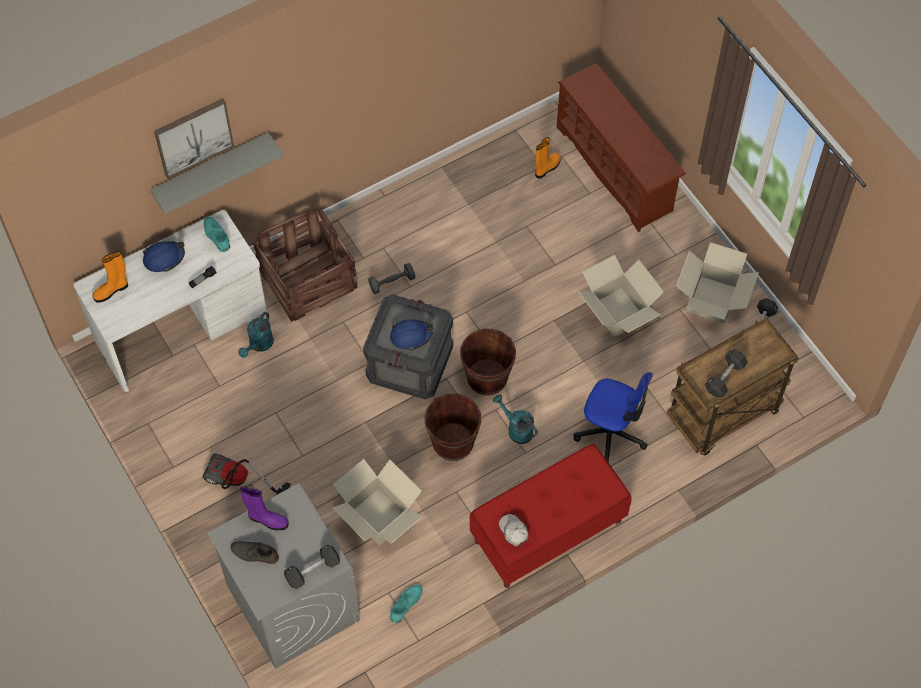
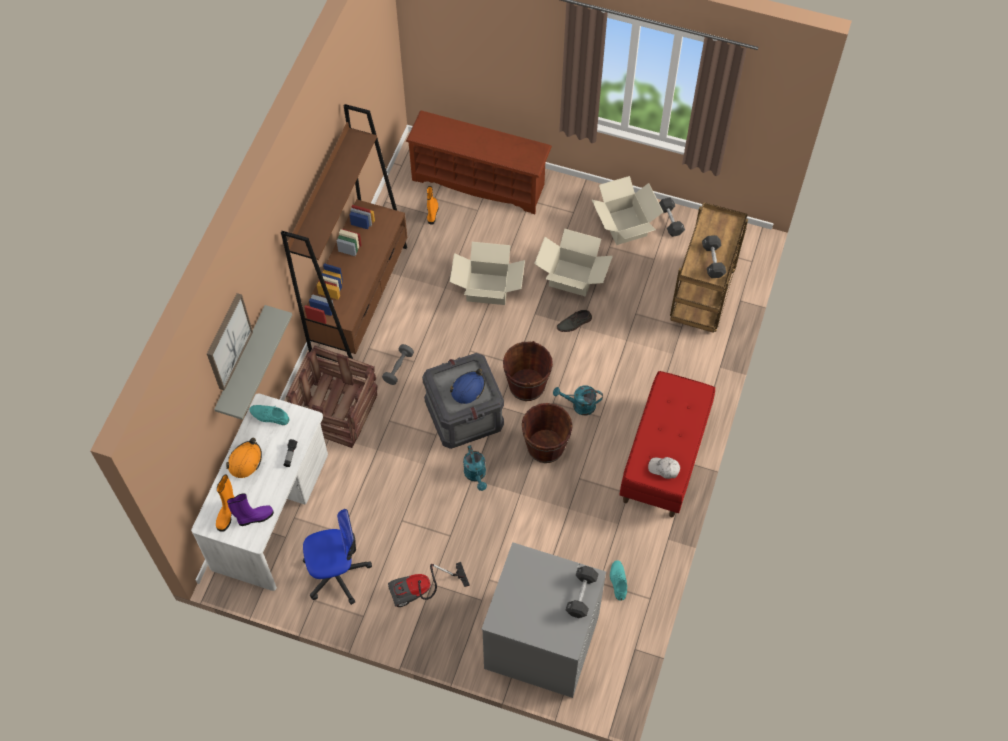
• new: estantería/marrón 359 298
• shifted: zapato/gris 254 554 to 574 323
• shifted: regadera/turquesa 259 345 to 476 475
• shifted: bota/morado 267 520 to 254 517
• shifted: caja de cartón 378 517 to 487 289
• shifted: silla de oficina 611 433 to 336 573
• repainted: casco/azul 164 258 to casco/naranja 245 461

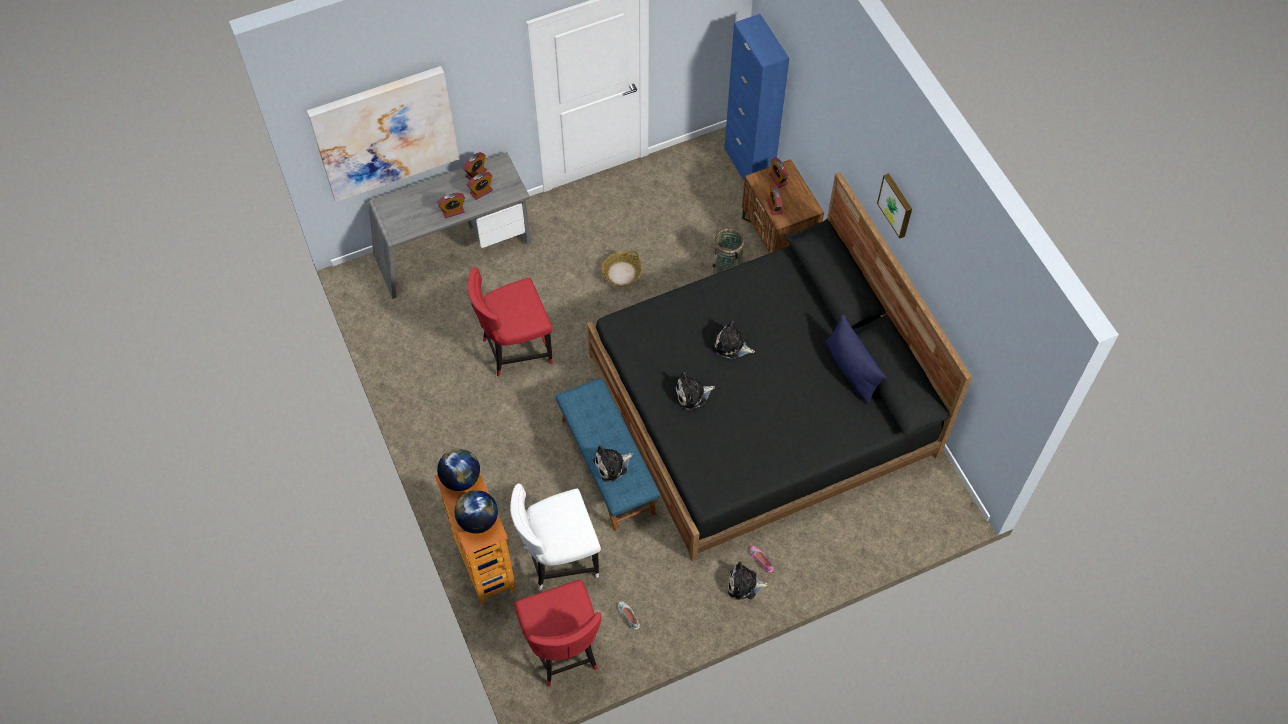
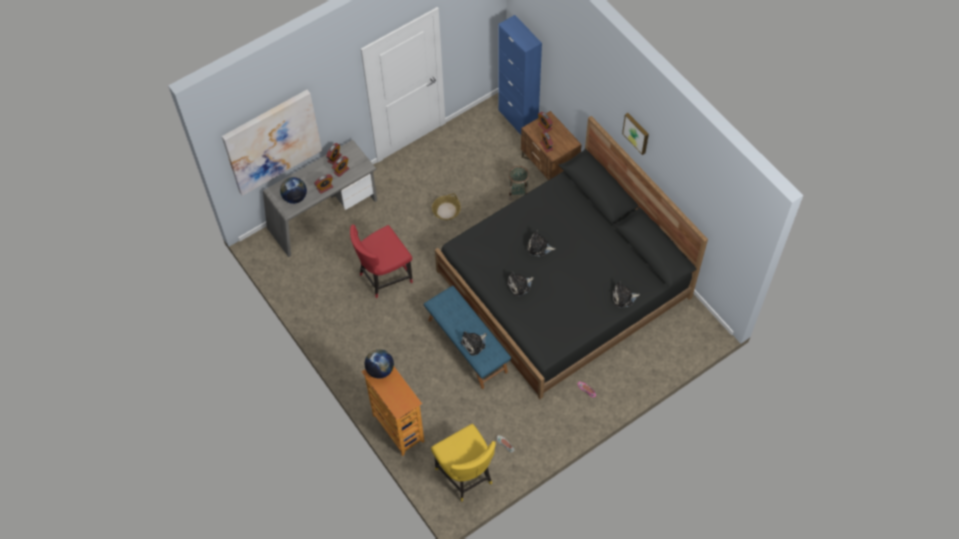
• gone: silla/blanco 558 558
• gone: cojín/azul 851 370
• shifted: globo terráqueo 478 520 to 295 197
• shifted: peluche 744 585 to 624 298
• repainted: silla/rojo 563 650 to silla/amarillo 466 476

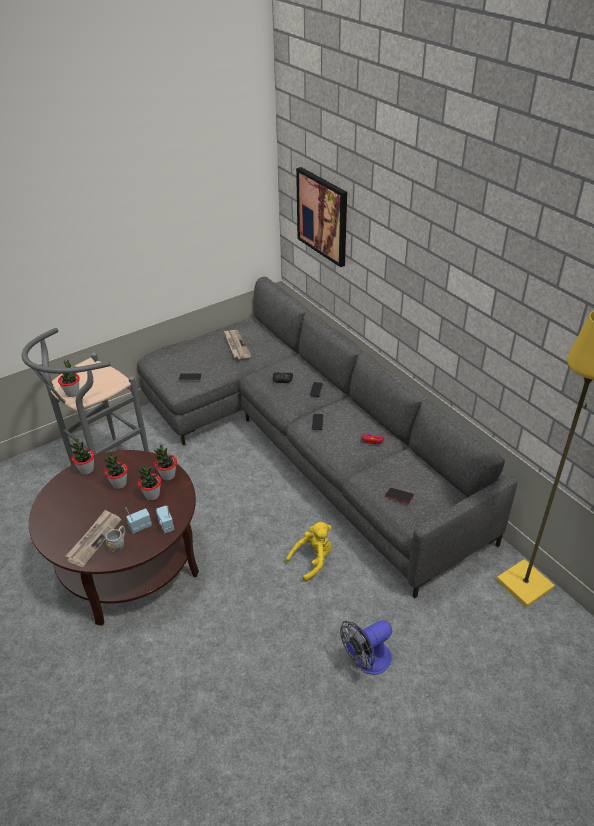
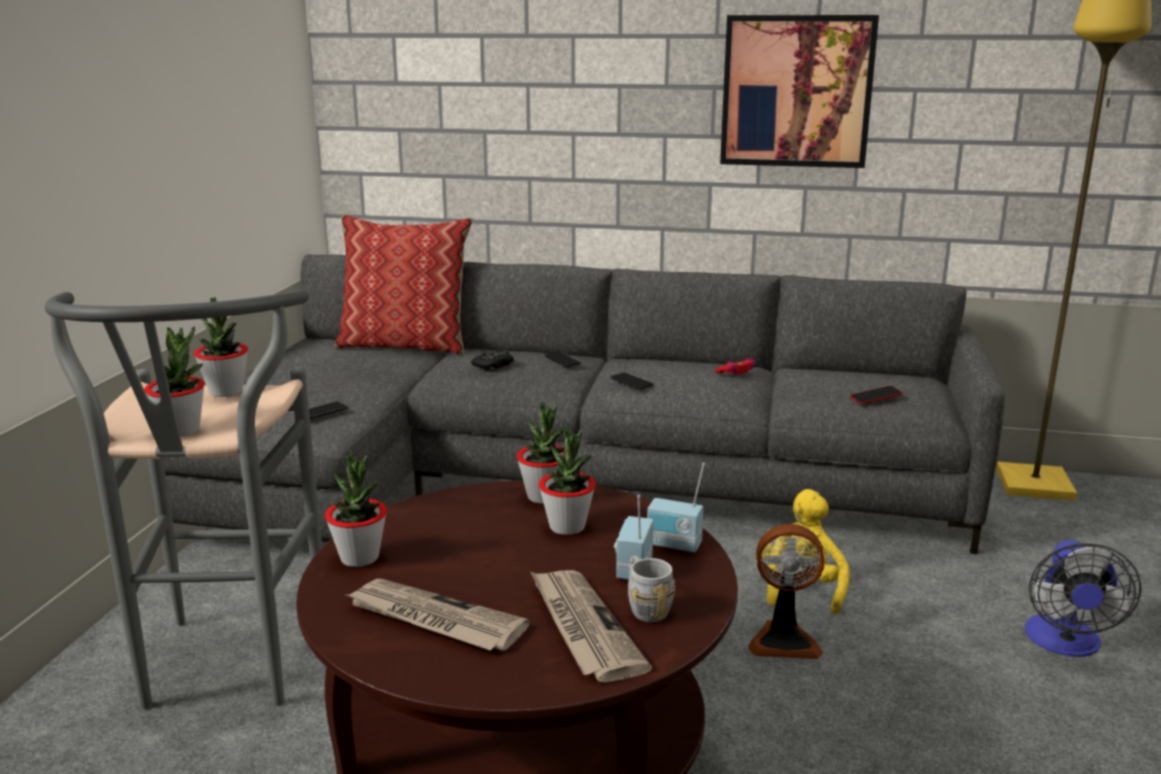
• new: cojín 406 345
• new: ventilador 783 640
• shifted: planta en maceta 119 484 to 226 392
• shifted: periódico 236 345 to 434 620
• shifted: cuadro 323 216 to 796 91

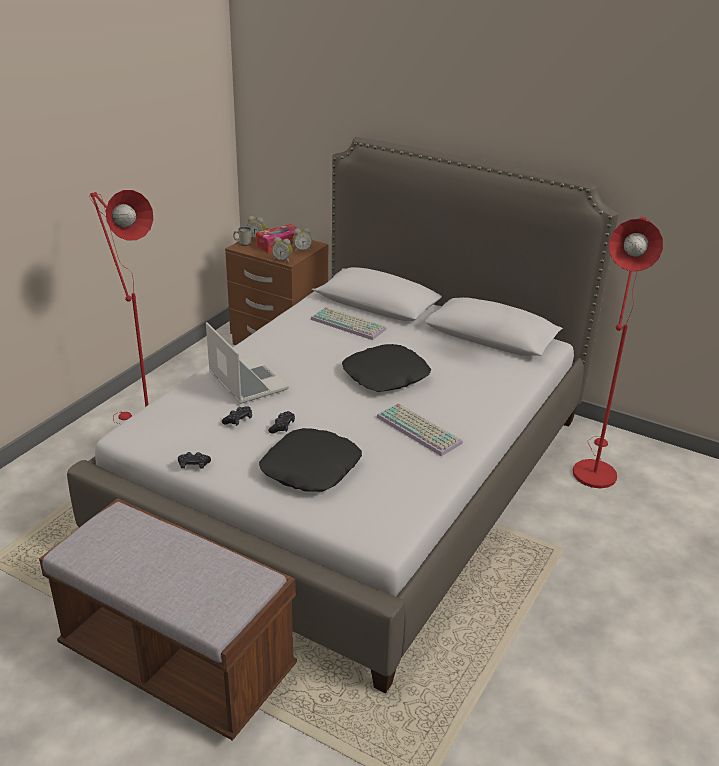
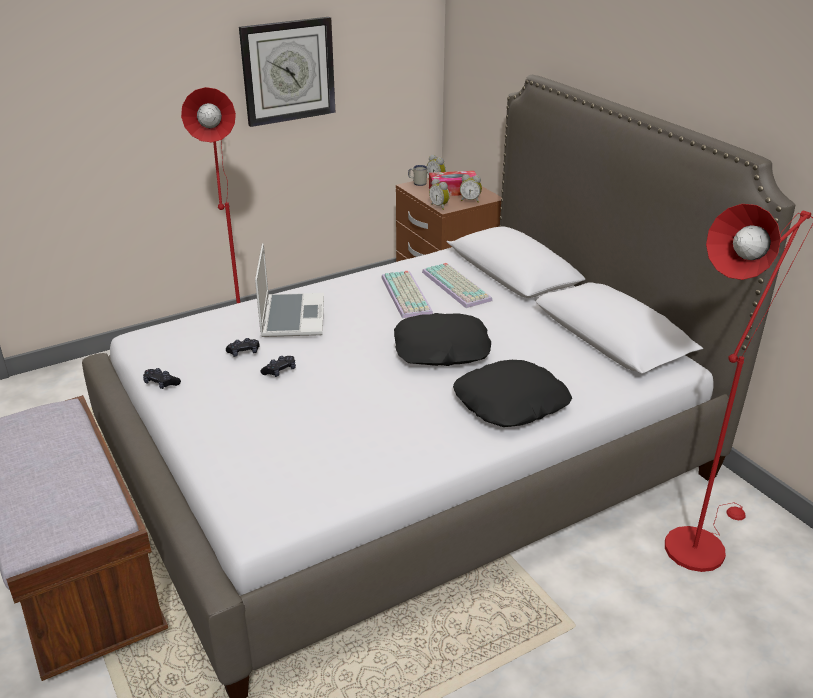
• new: reloj de pared 288 71
• shifted: cojín/negro 310 468 to 510 402
• shifted: teclado 420 430 to 408 295

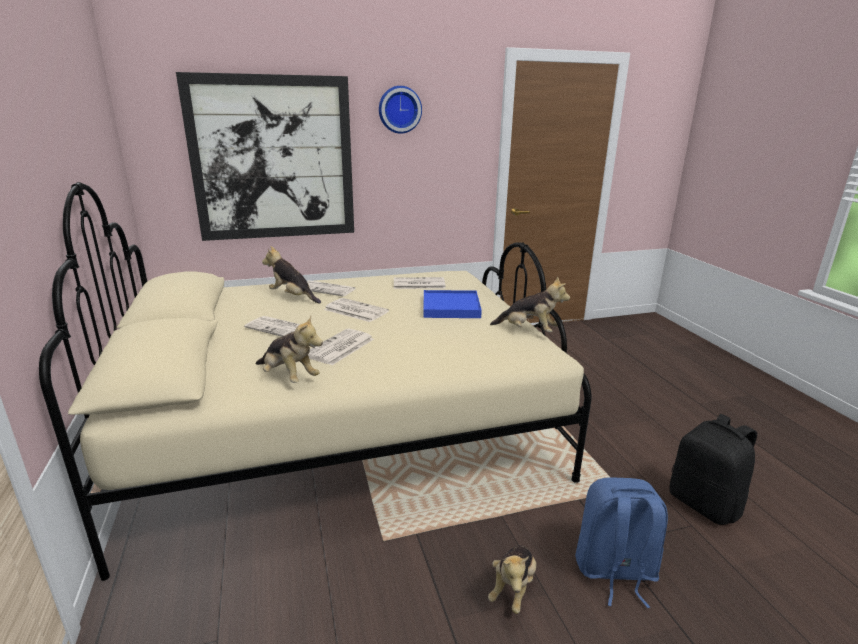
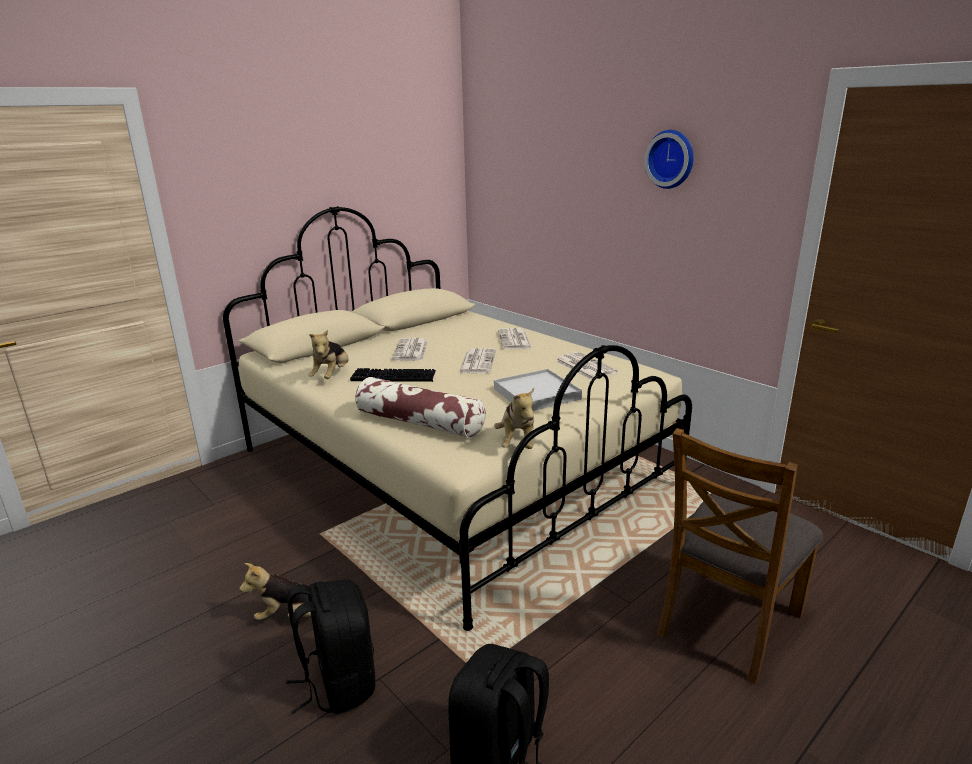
• gone: cuadro 273 159
• gone: peluche 293 297
• new: cojín 419 422
• new: silla/marrón 728 622
• swapped: periódico 339 348 to teclado 394 376
• repainted: bandeja/azul 451 307 to bandeja/blanco 536 394
• repainted: mochila/azul 614 571 to mochila/negro 338 683

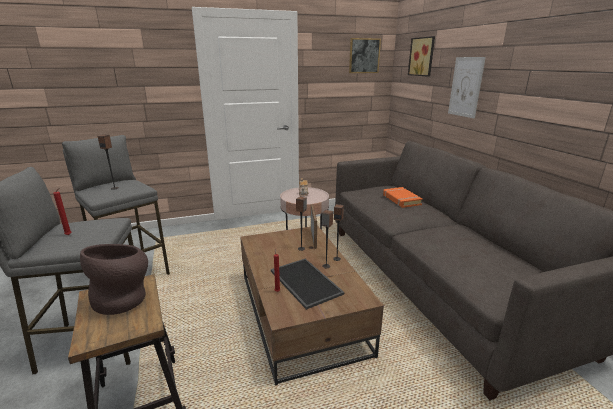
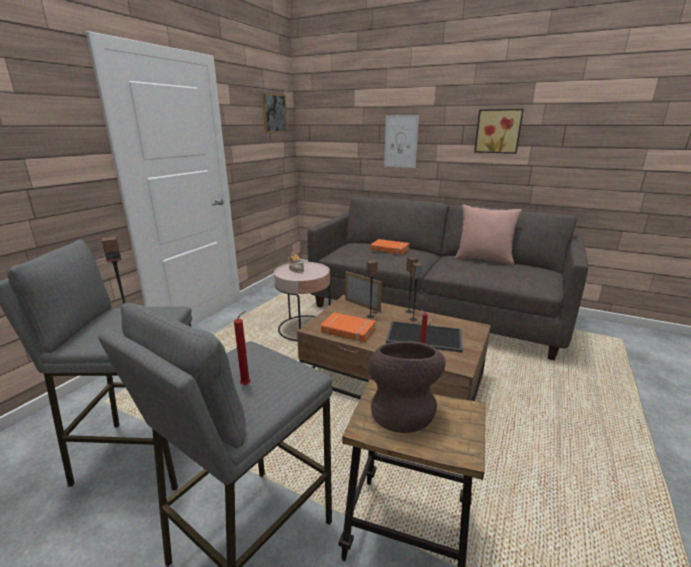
• new: libro/naranja 348 331
• new: cojín/rosa 483 260
• shifted: cuadro 422 56 to 498 131

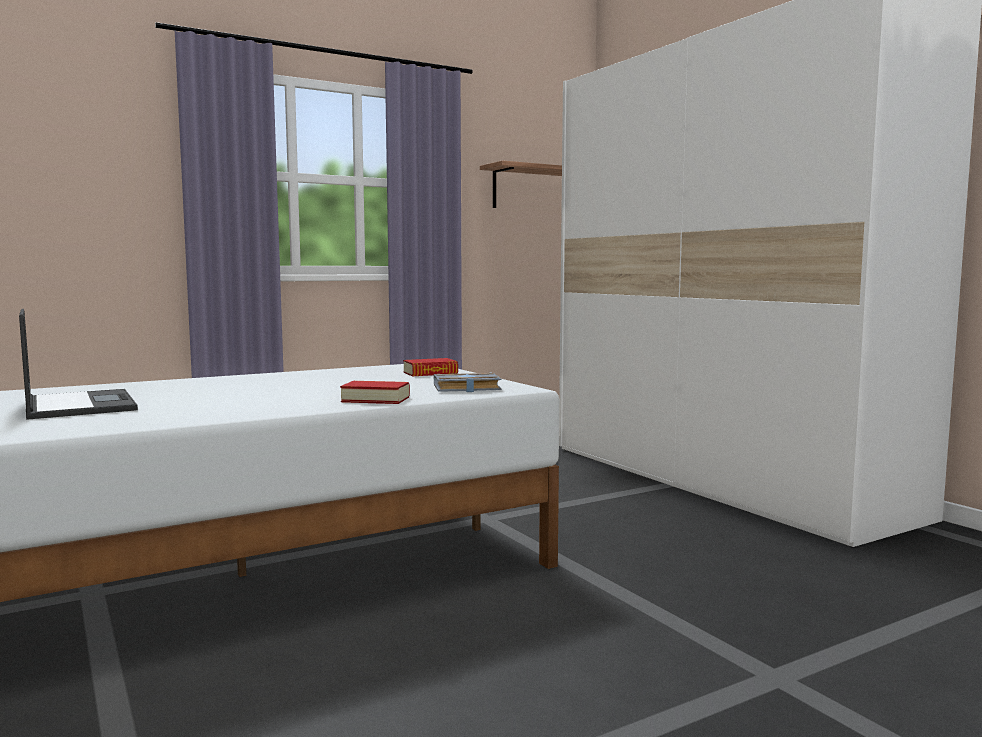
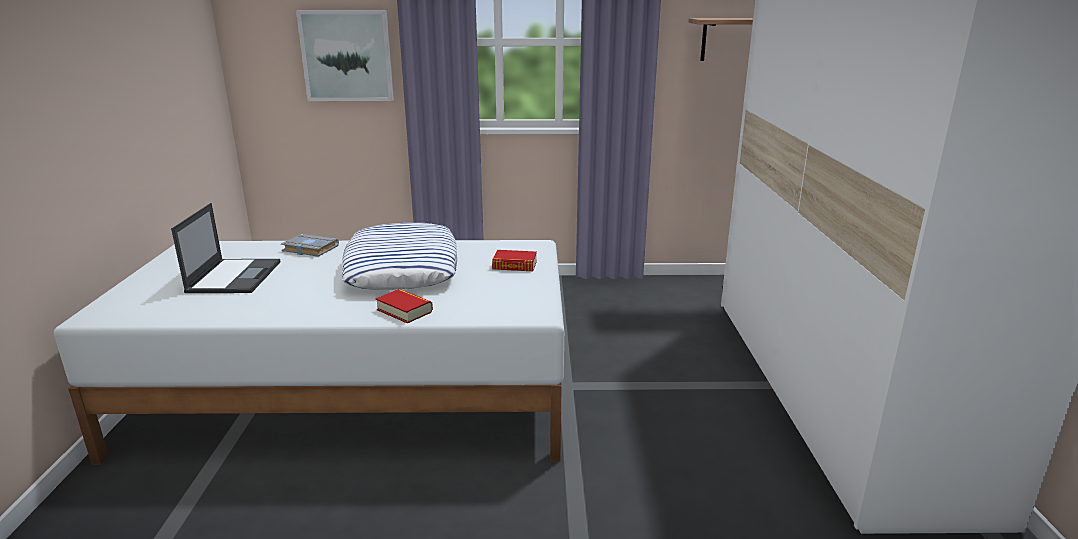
• new: cuadro 347 56
• new: cojín 402 266
• shifted: libro/gris 465 388 to 308 249

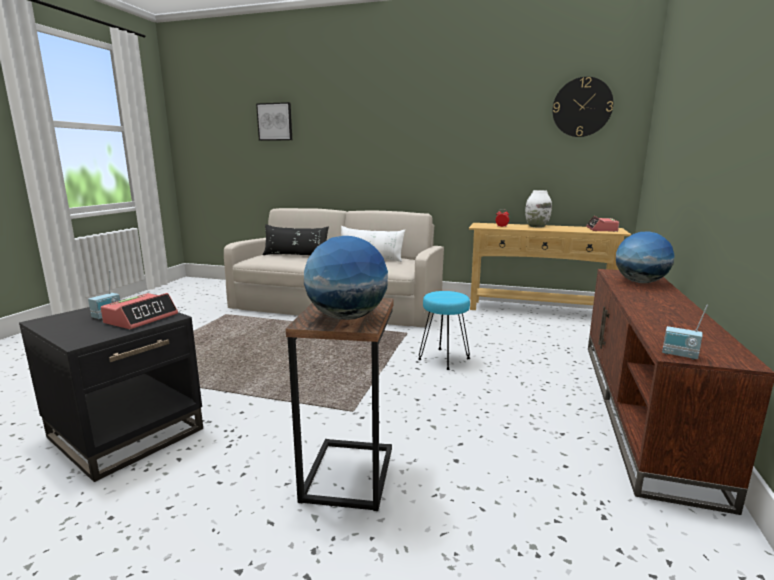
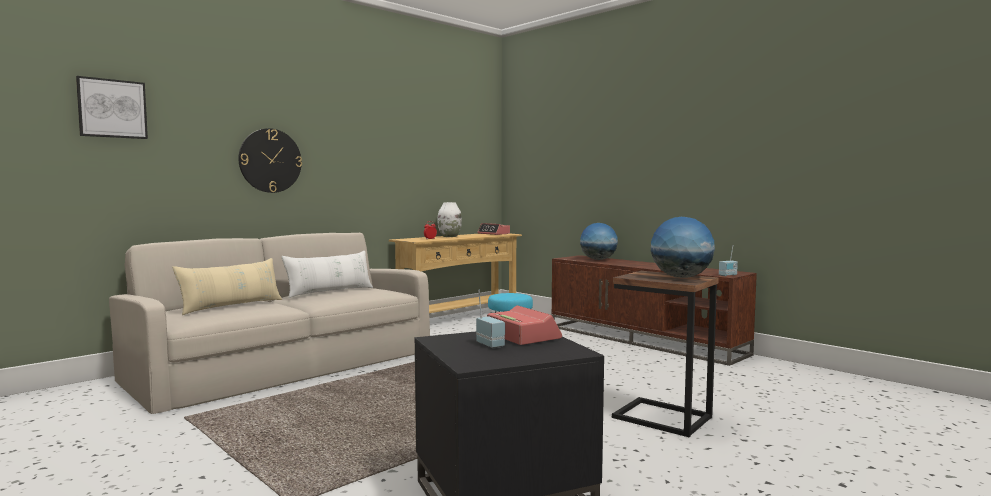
• shifted: reloj de pared 582 107 to 270 160
• repainted: cojín/negro 295 255 to cojín/beis 231 306

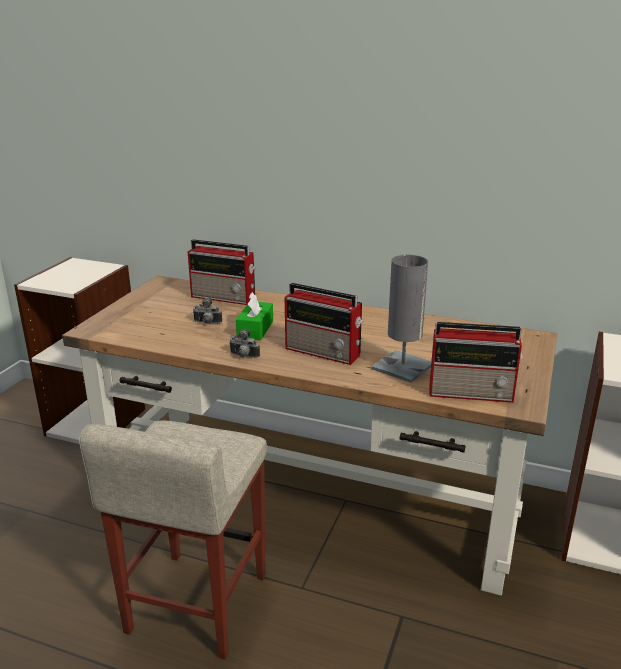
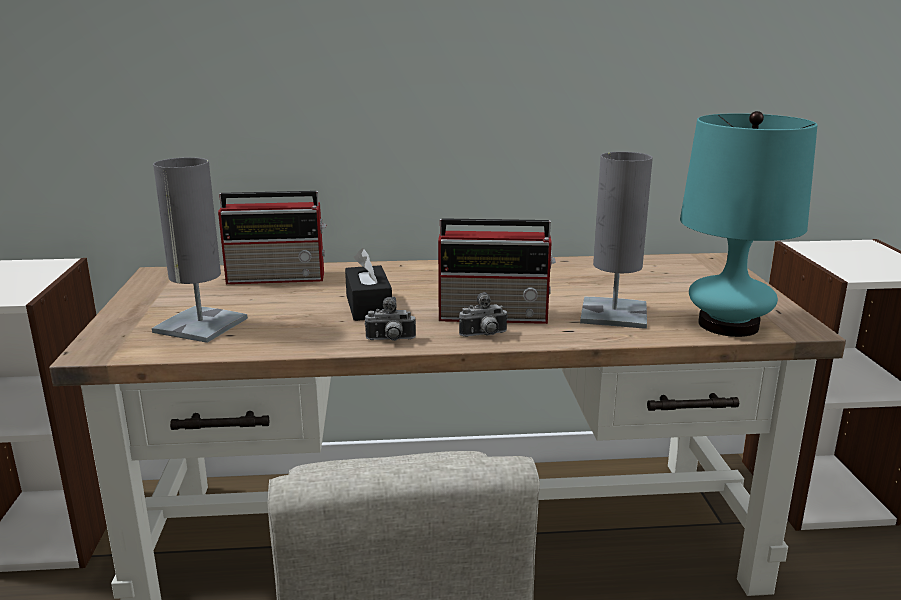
• new: lámpara de mesa/gris 200 325
• shifted: cámara 207 323 to 484 335
• swapped: radio 472 392 to lámpara de mesa/turquesa 728 325
• repainted: caja de pañuelos/verde 255 329 to caja de pañuelos/negro 368 306

